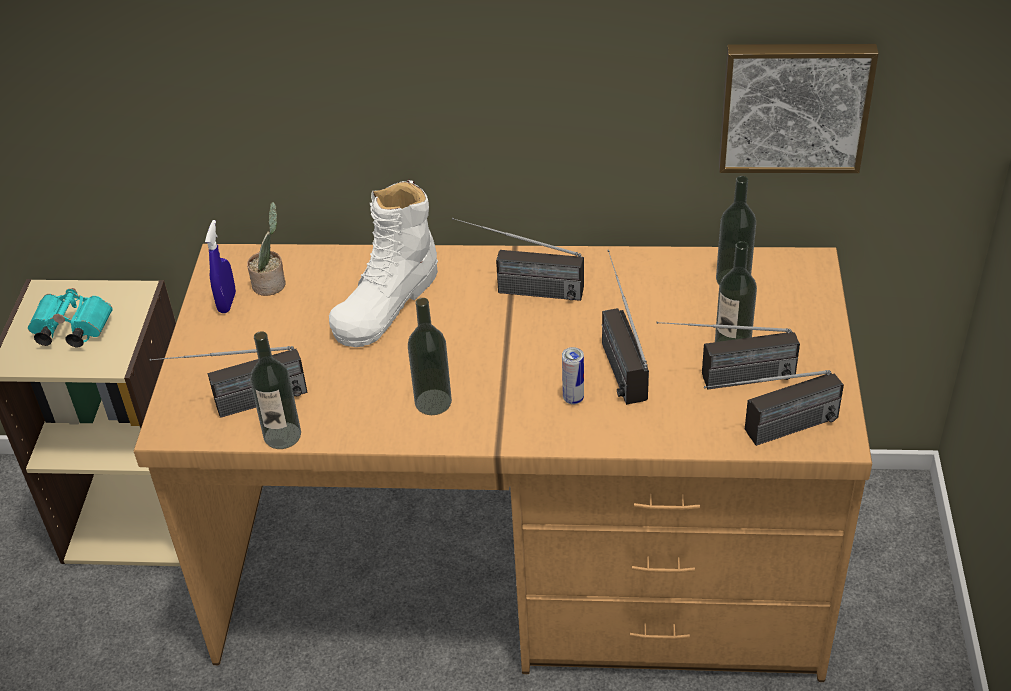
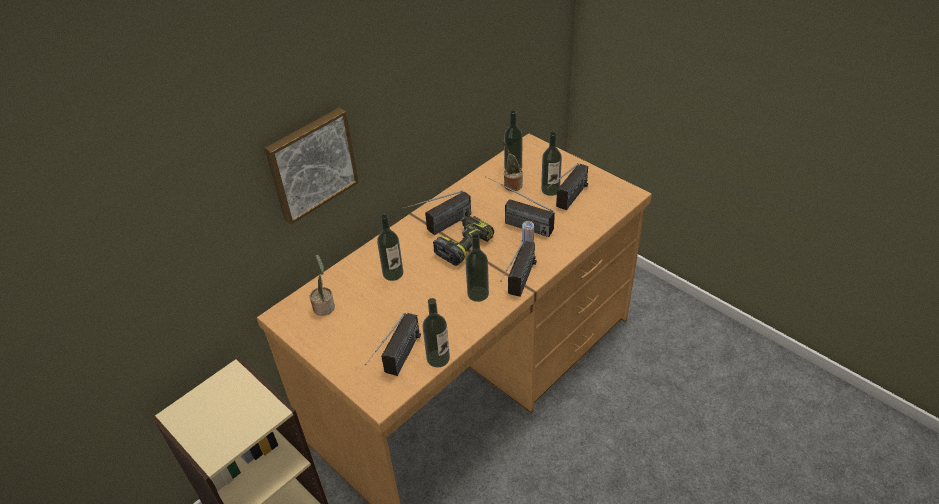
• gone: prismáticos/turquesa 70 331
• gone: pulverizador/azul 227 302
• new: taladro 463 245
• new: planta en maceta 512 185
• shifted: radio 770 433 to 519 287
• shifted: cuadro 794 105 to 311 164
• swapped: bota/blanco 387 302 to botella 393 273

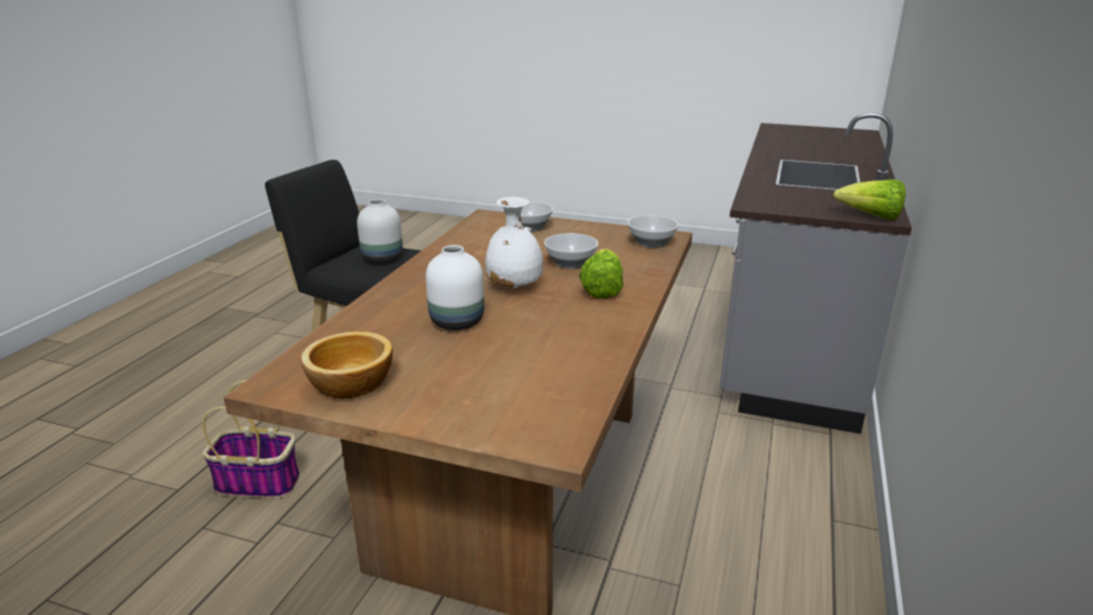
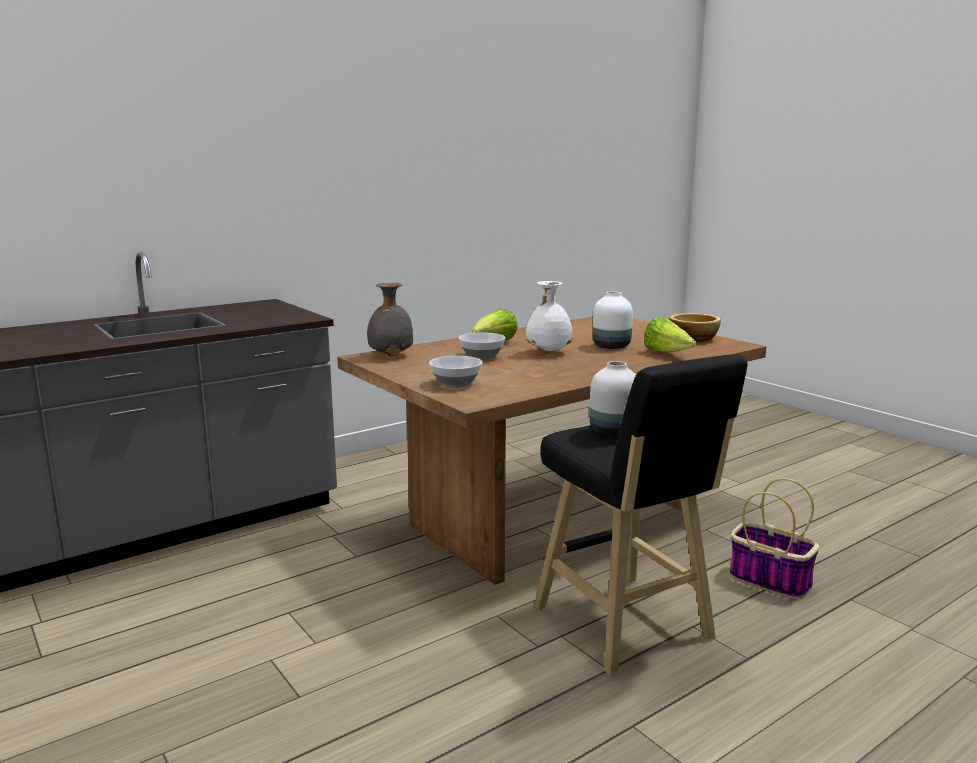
• shifted: lechuga 871 217 to 667 354
• swapped: cuenco 652 243 to florero/gris 390 355

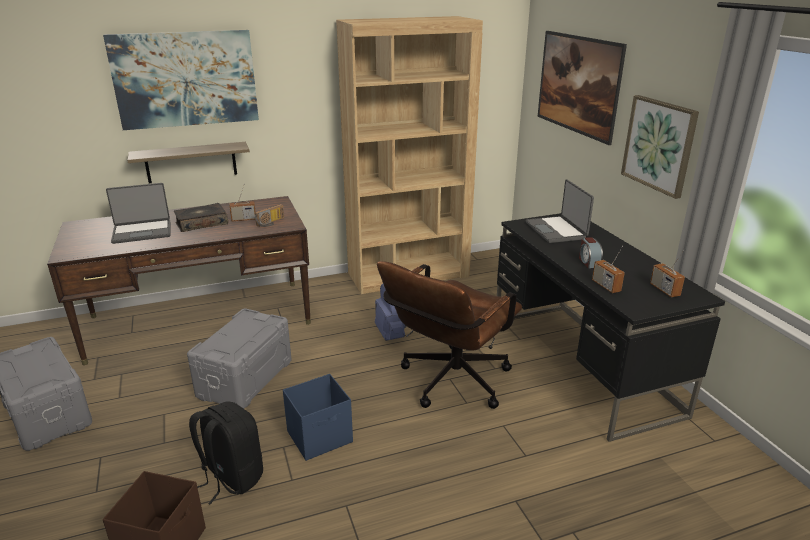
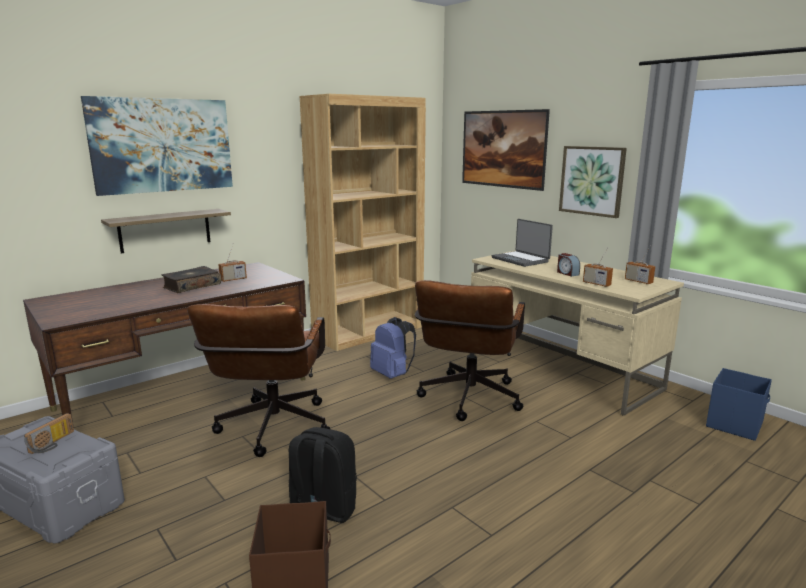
• gone: portátil 142 232
• shifted: radio 271 223 to 53 443
• shifted: caja de almacenaje/azul 320 437 to 735 424
• swapped: caja de almacenaje/gris 244 378 to silla de oficina/marrón 271 431
• repainted: escritorio/negro 582 364 to escritorio/beis 561 370

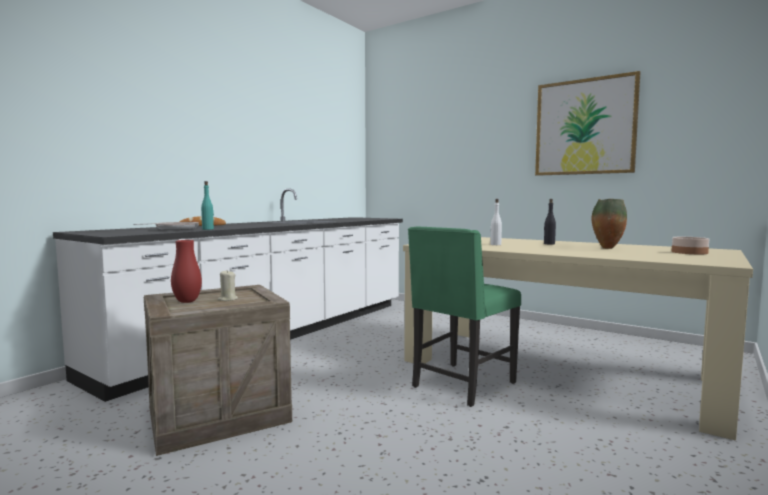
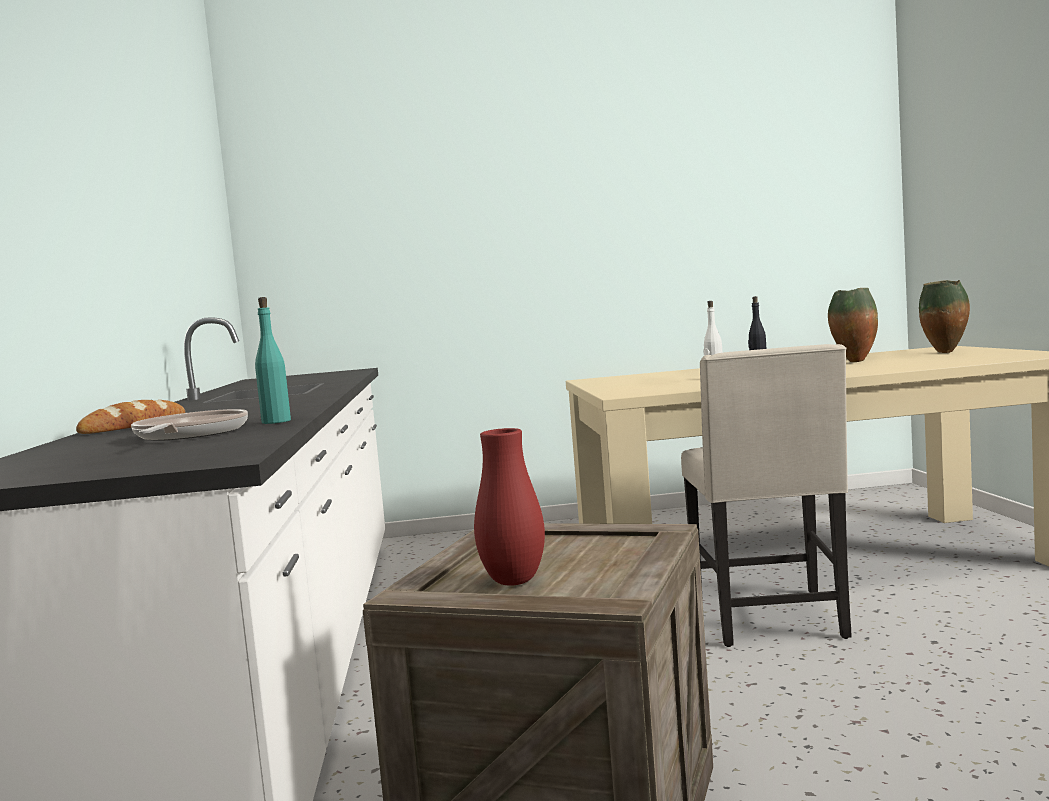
• gone: vela/beis 227 299
• gone: cuadro 584 127
• swapped: cuenco 689 252 to florero 946 352
• repainted: silla/verde 461 385 to silla/beis 771 619

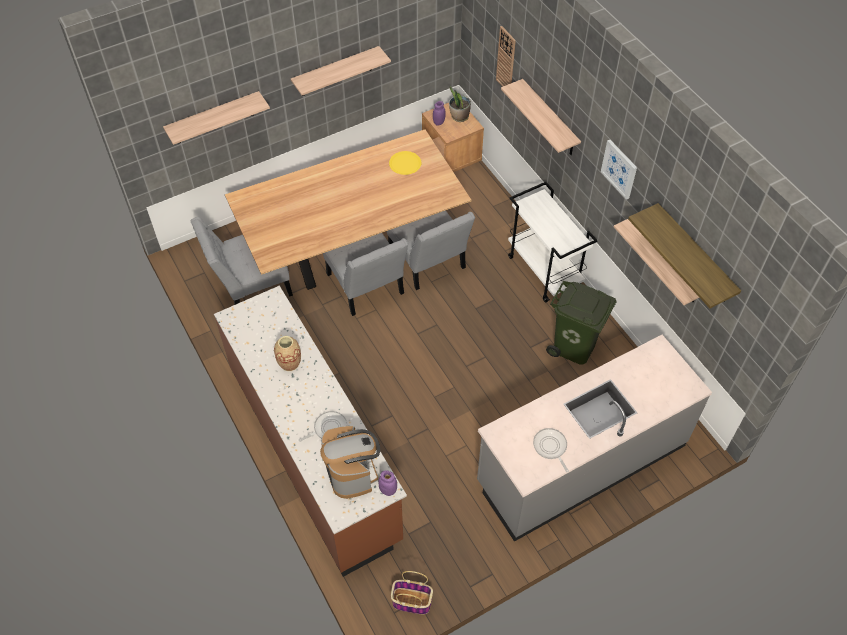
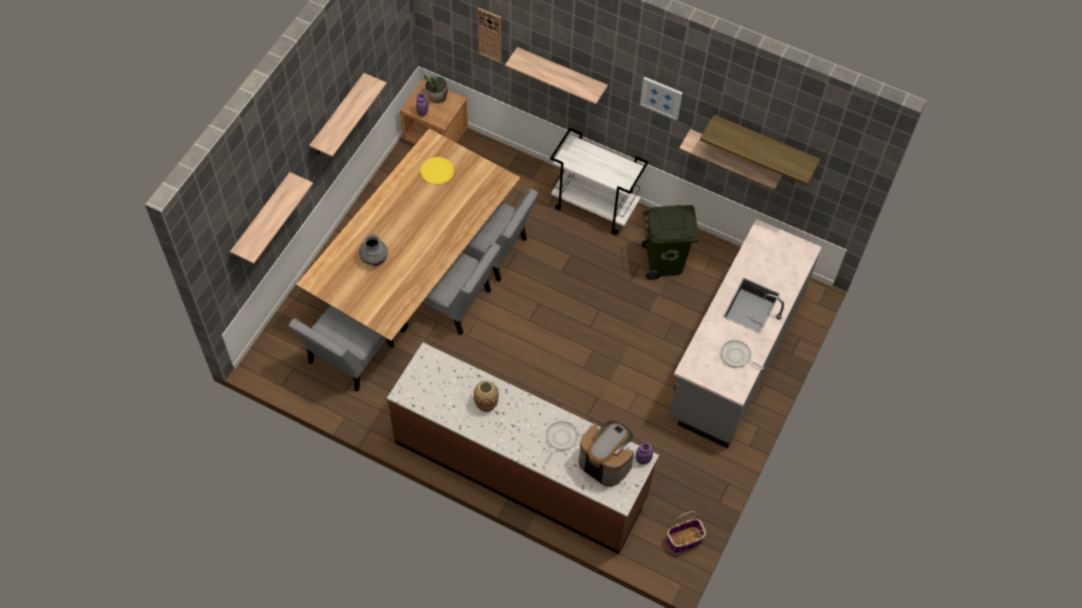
• new: florero/gris 374 259

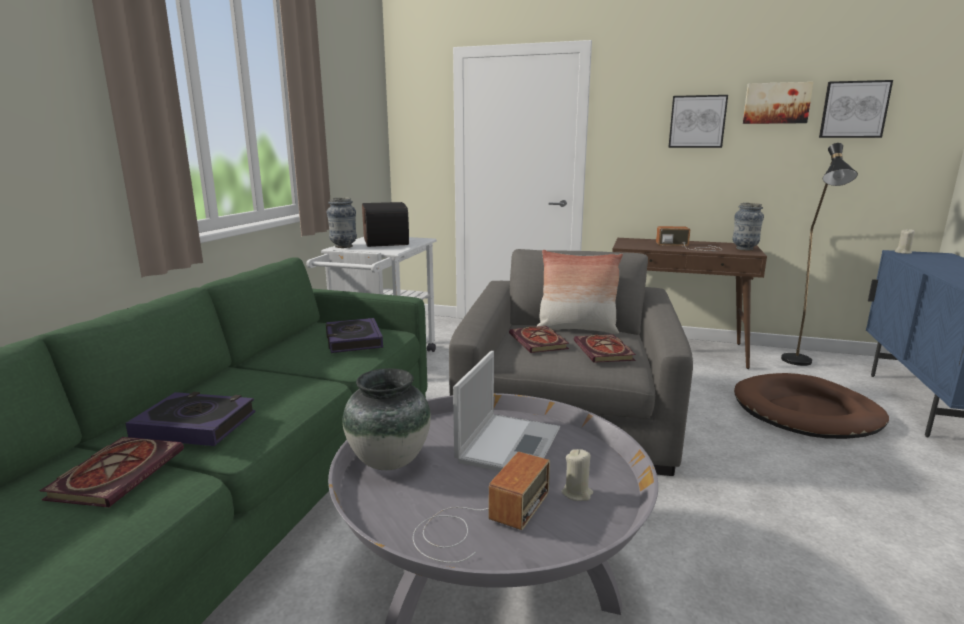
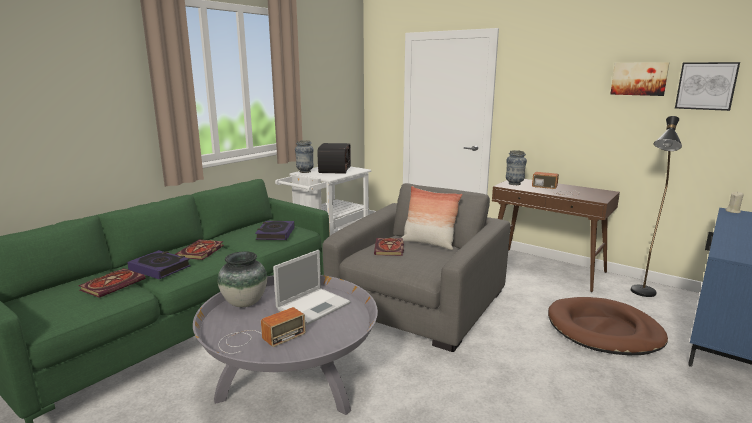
• gone: vela/beis 577 493
• gone: cuadro 697 121
• shifted: libro 605 352 to 201 252
• shifted: florero 744 249 to 514 184

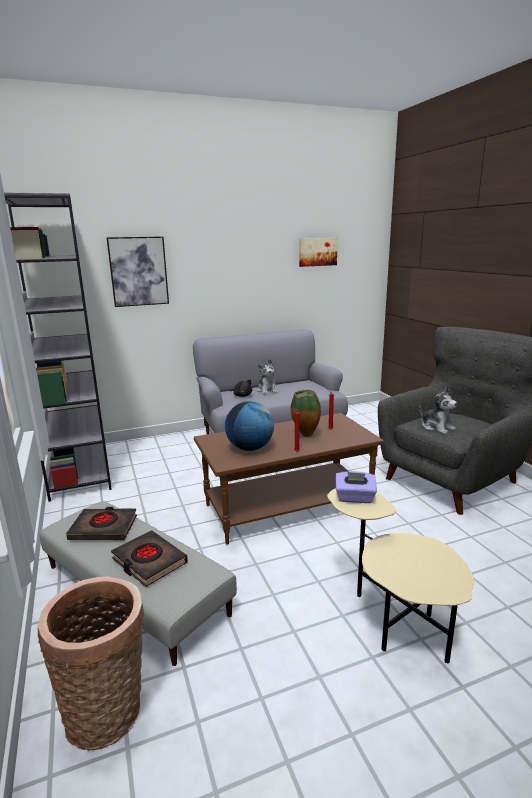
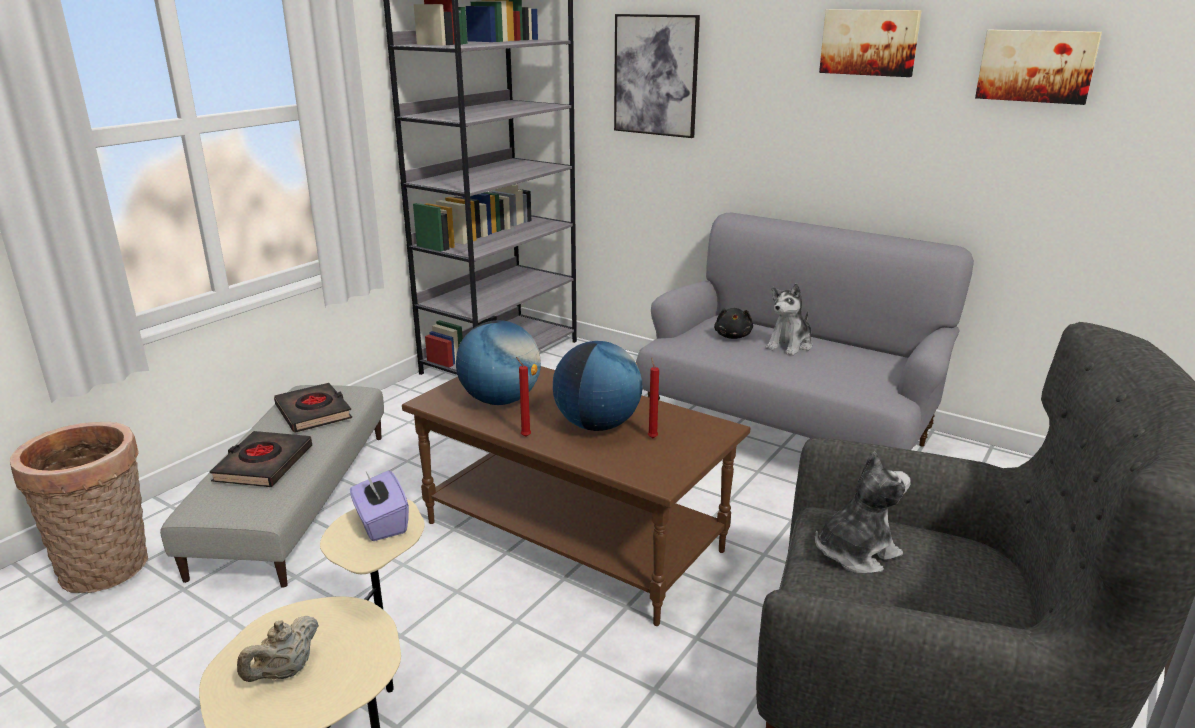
• new: tetera/beis 285 672
• new: cuadro 869 42
• swapped: florero 305 435 to globo terráqueo 597 425
• rotated: peluche 436 427 = 855 553 135 degrees counterclockwise

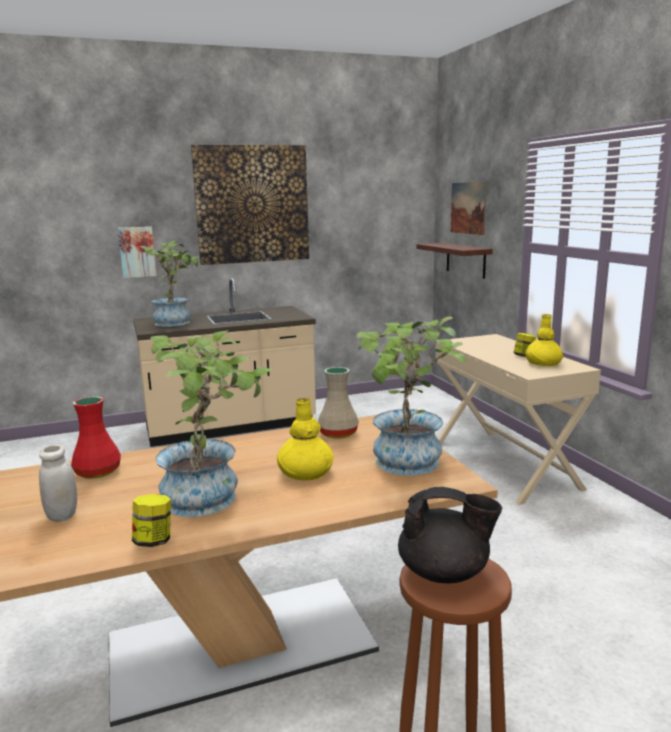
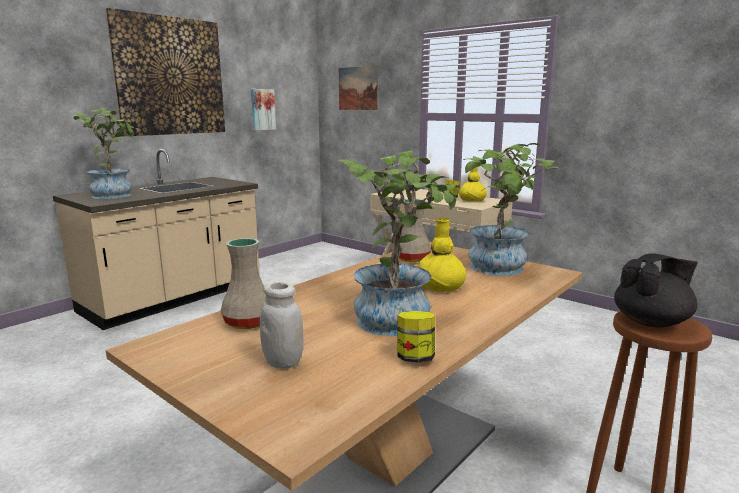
• gone: estante 465 260
• shifted: cuadro 137 252 to 262 109
• repainted: florero/rojo 99 472 to florero/beis 249 322

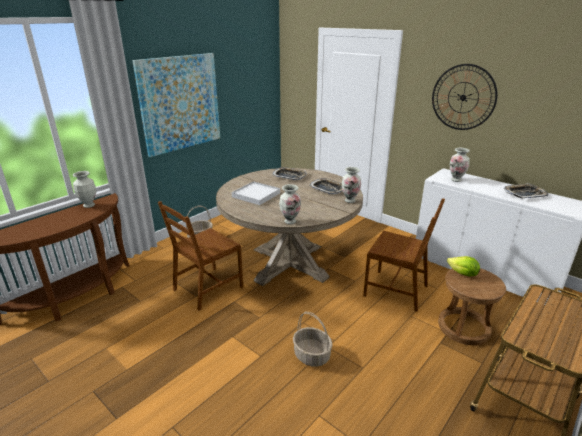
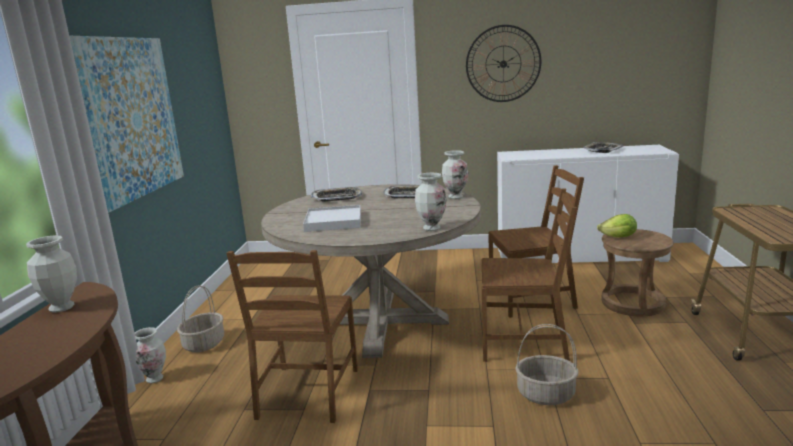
• new: silla/marrón 524 342
• shifted: florero 456 180 to 155 379

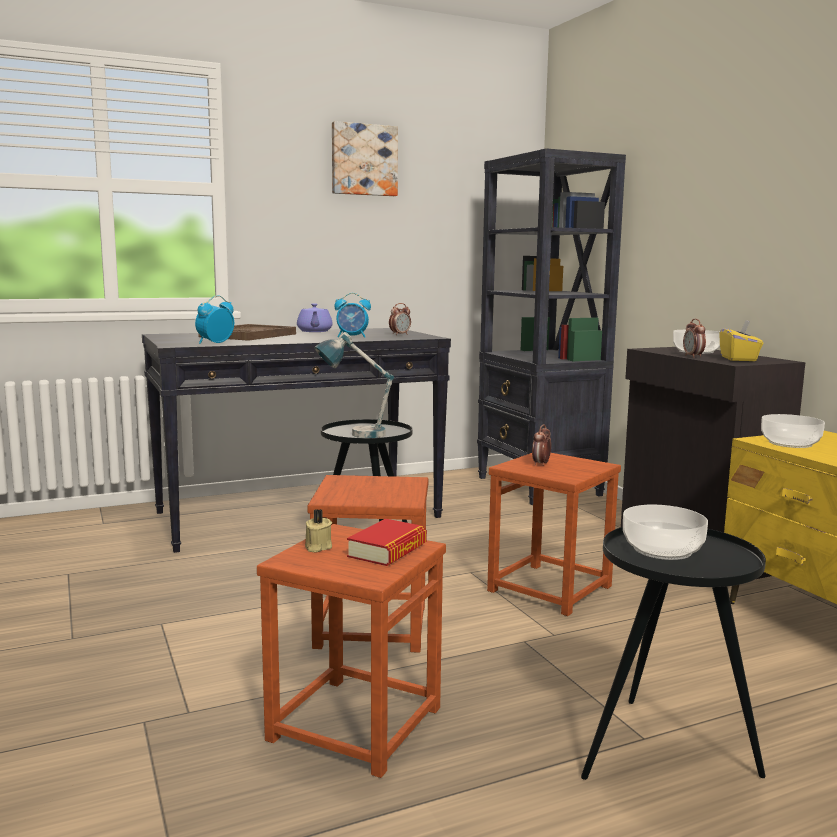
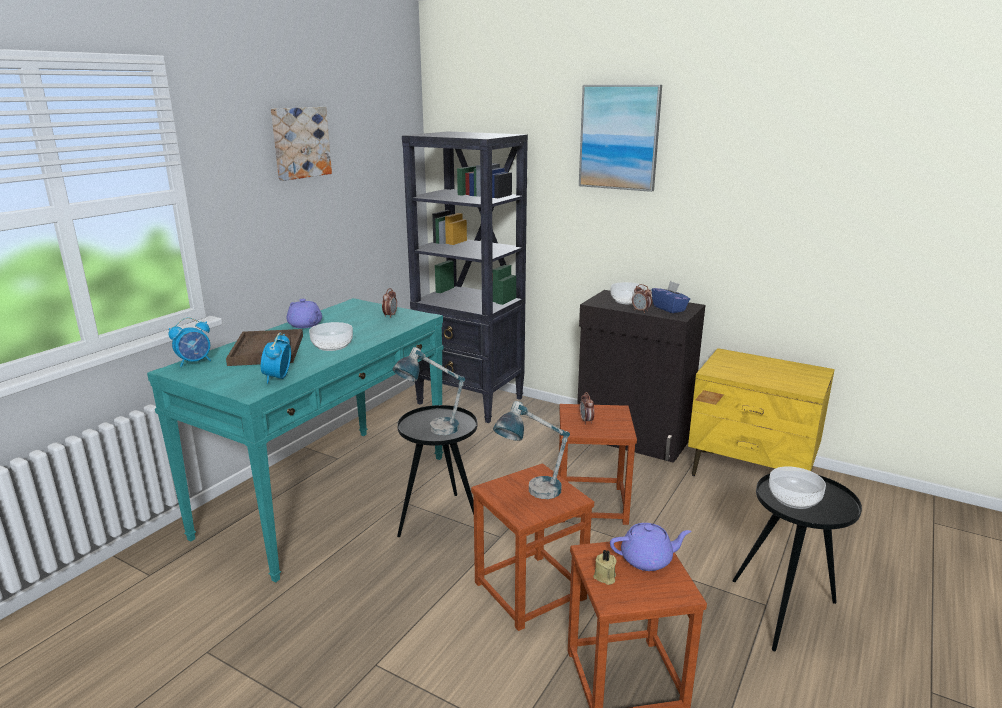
• new: lámpara de mesa 531 493
• new: cuadro 619 137
• shifted: despertador 352 336 to 195 362
• shifted: cuenco 791 443 to 332 346
• swapped: libro 387 550 to tetera/morado 647 559
• repainted: mesa consola/negro 299 514 to mesa consola/turquesa 327 494
• repainted: caja de pañuelos/amarillo 739 359 to caja de pañuelos/azul 669 309

